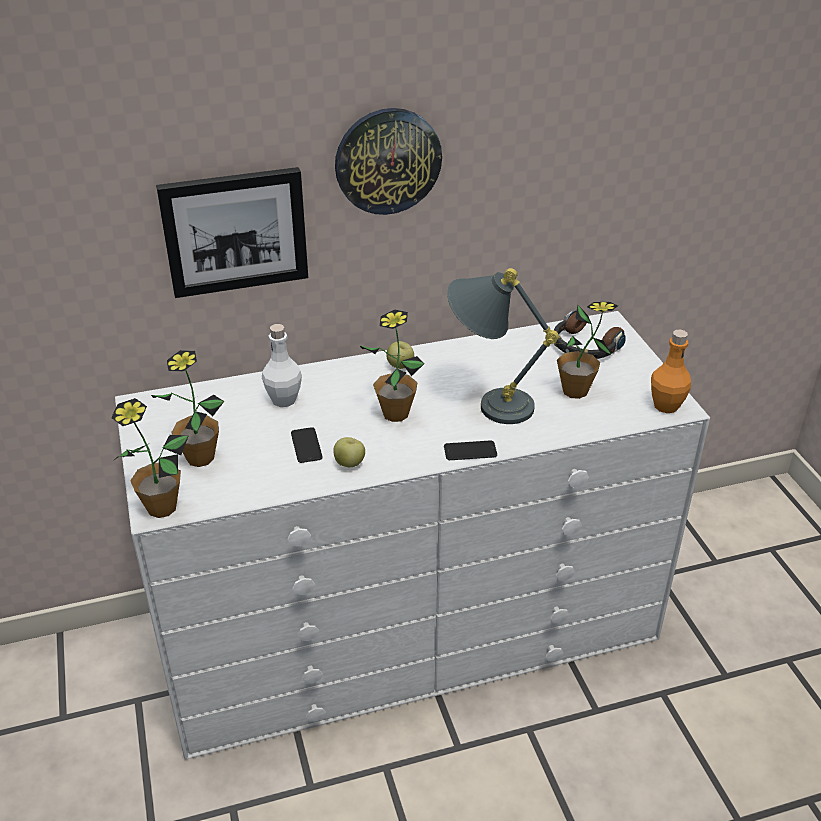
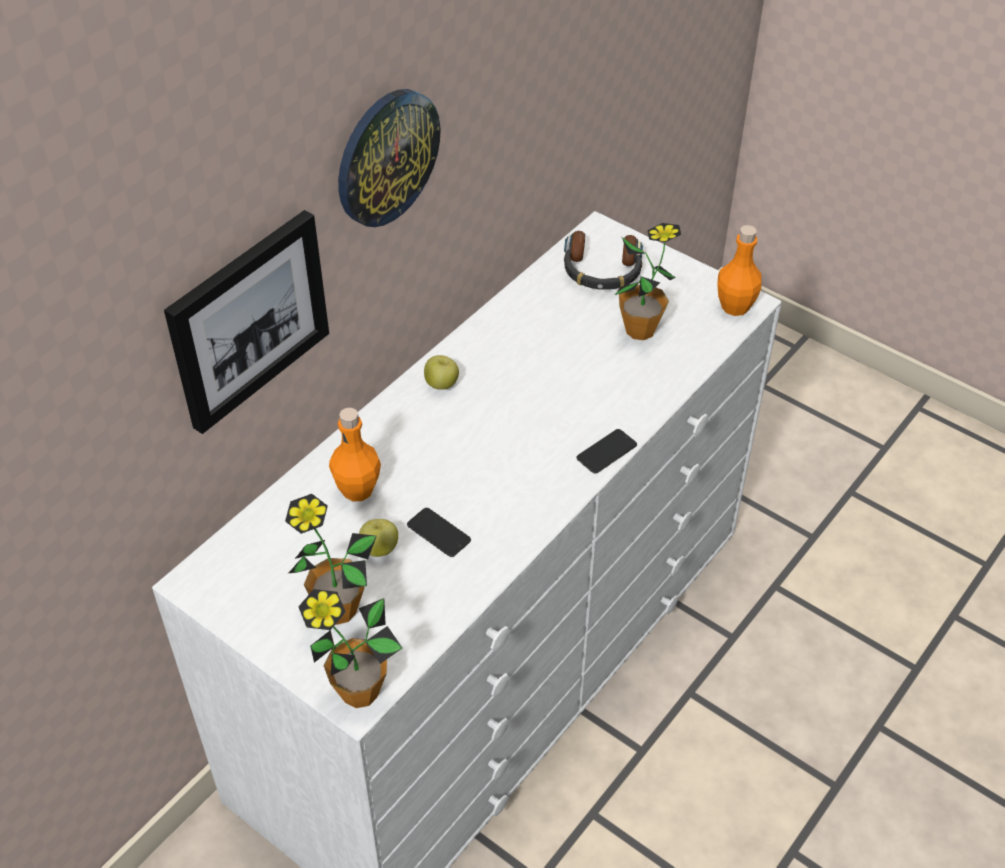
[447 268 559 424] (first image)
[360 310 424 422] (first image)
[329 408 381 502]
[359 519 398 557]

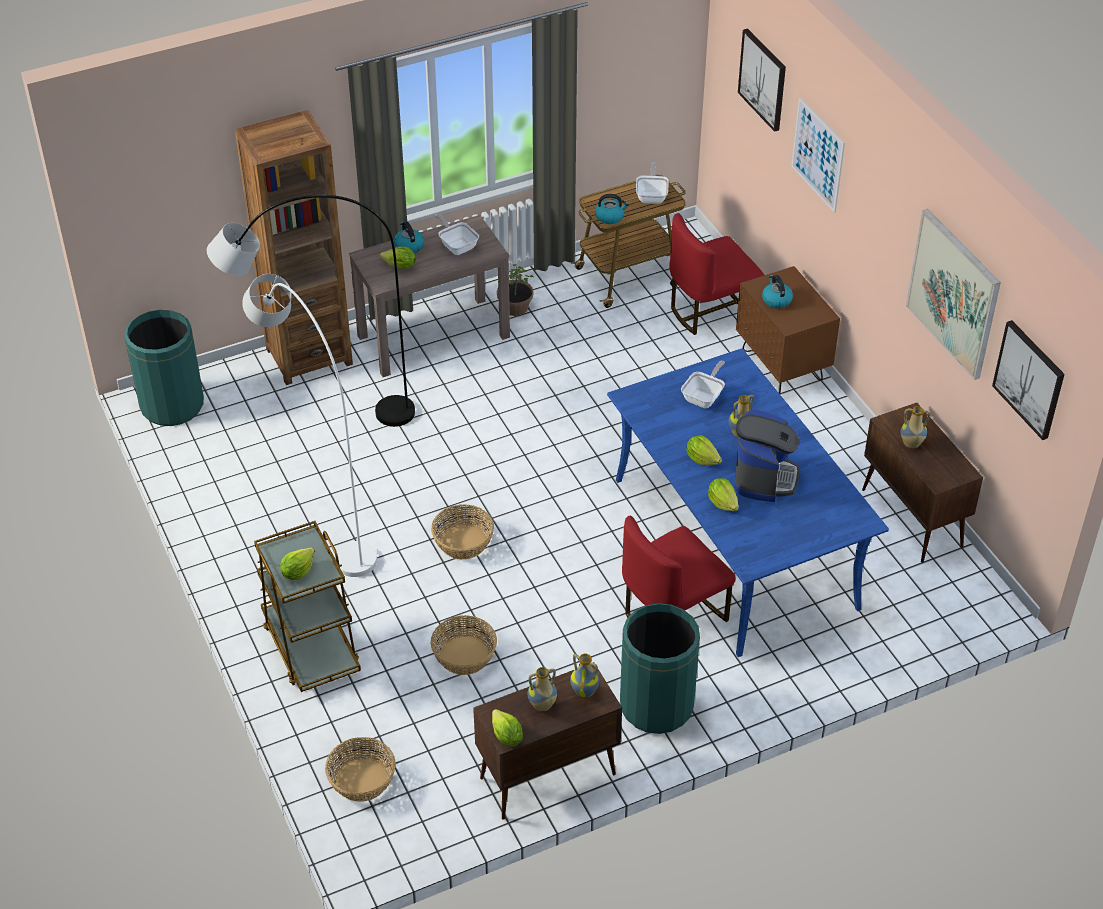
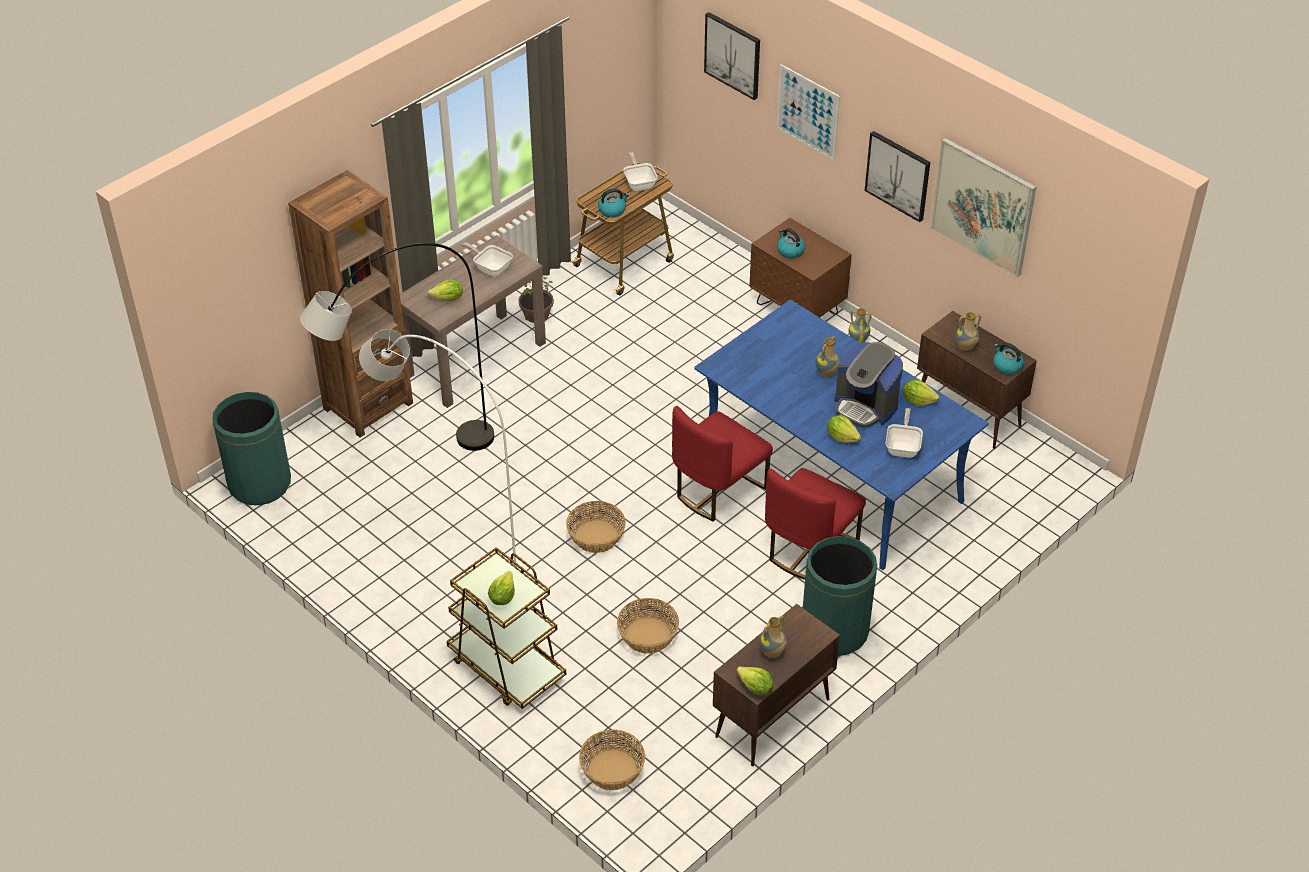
[672 406 773 522]
[994 343 1024 375]
[865 131 930 222]
[886 408 923 458]
[835 342 903 428]
[903 379 940 406]
[849 308 872 342]

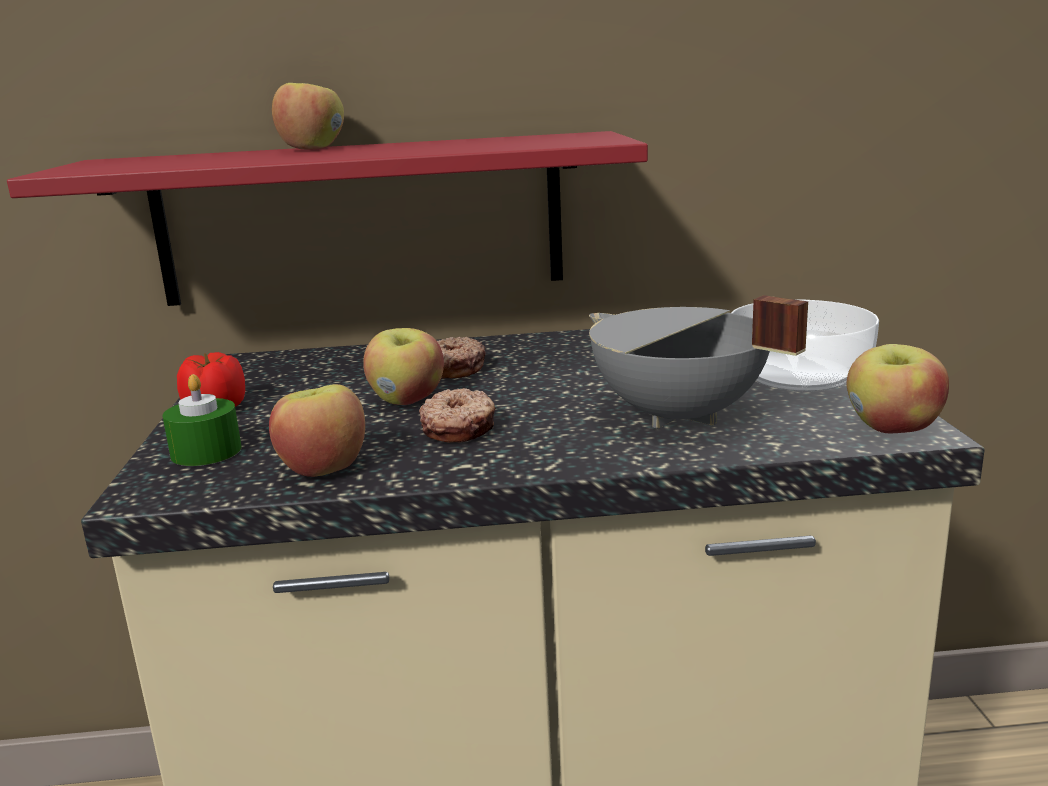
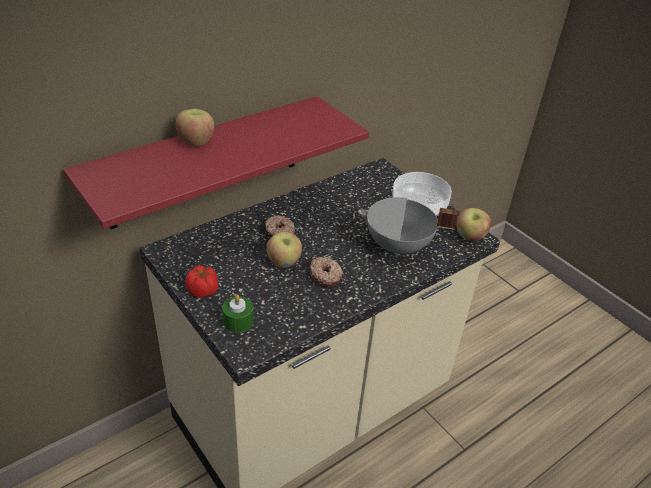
[269 384 365 477] (first image)

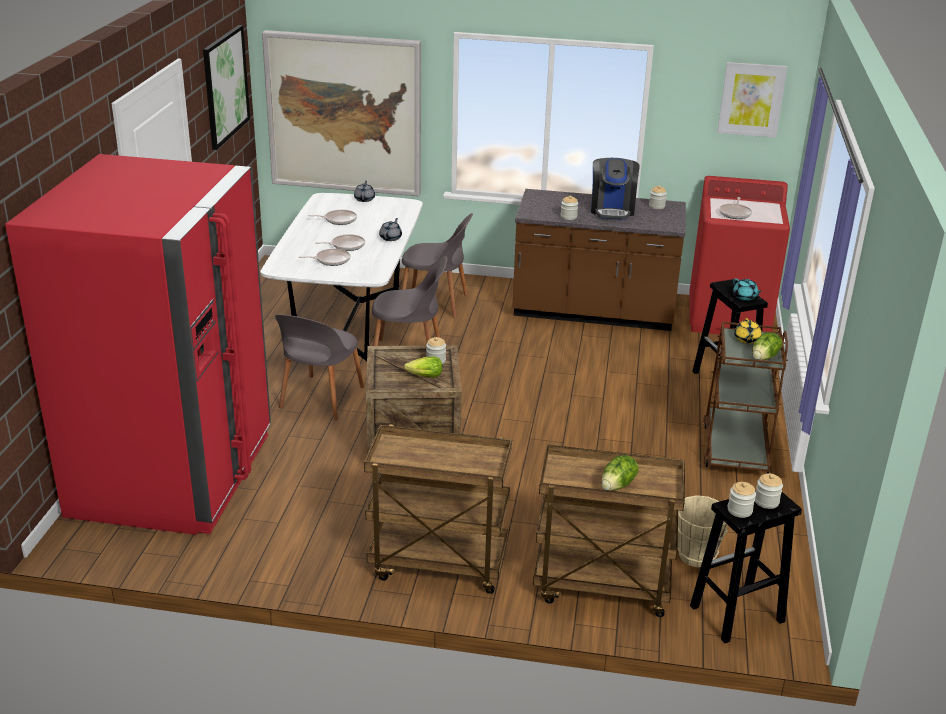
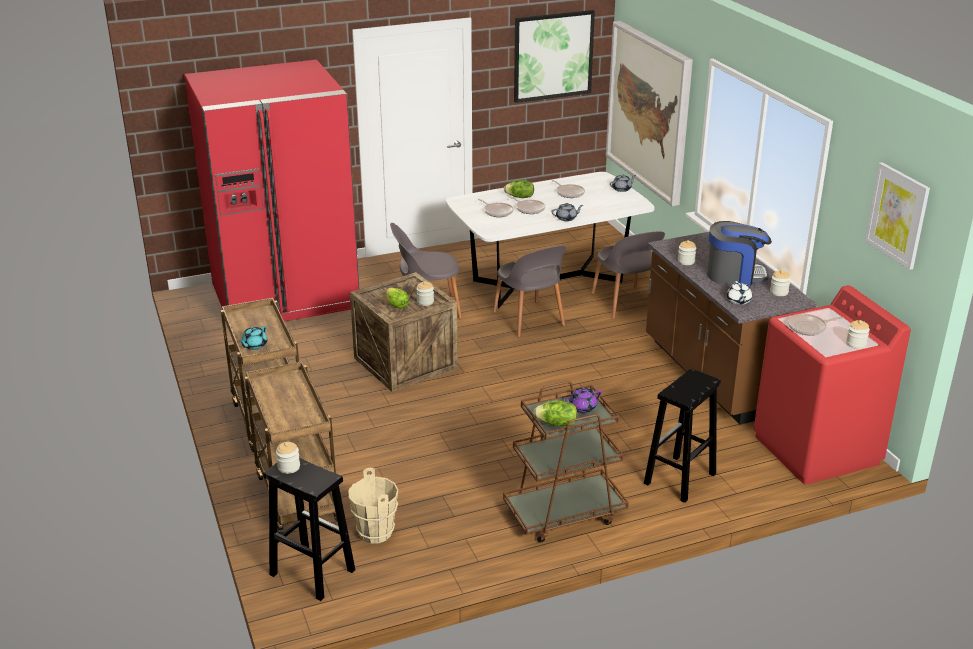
[707 221 772 286]
[239 326 267 350]
[563 388 602 413]
[504 180 534 198]
[846 320 870 349]
[727 281 752 305]

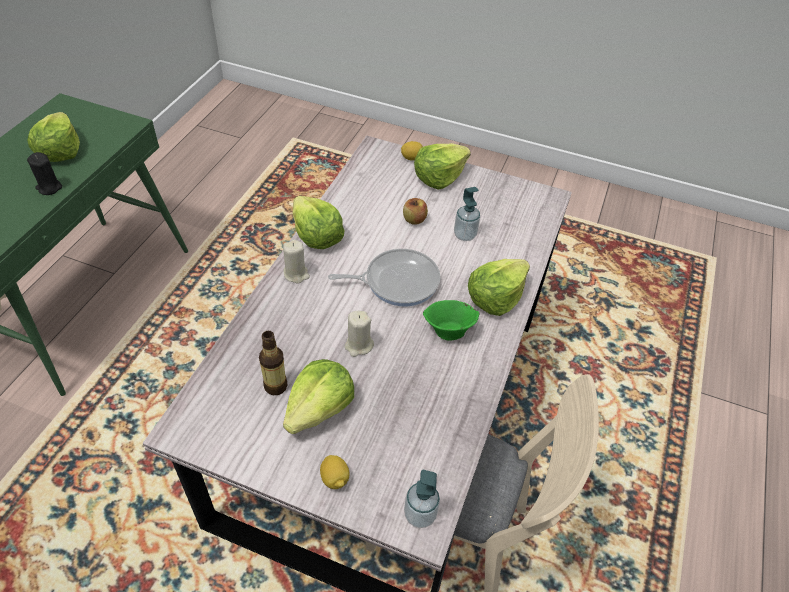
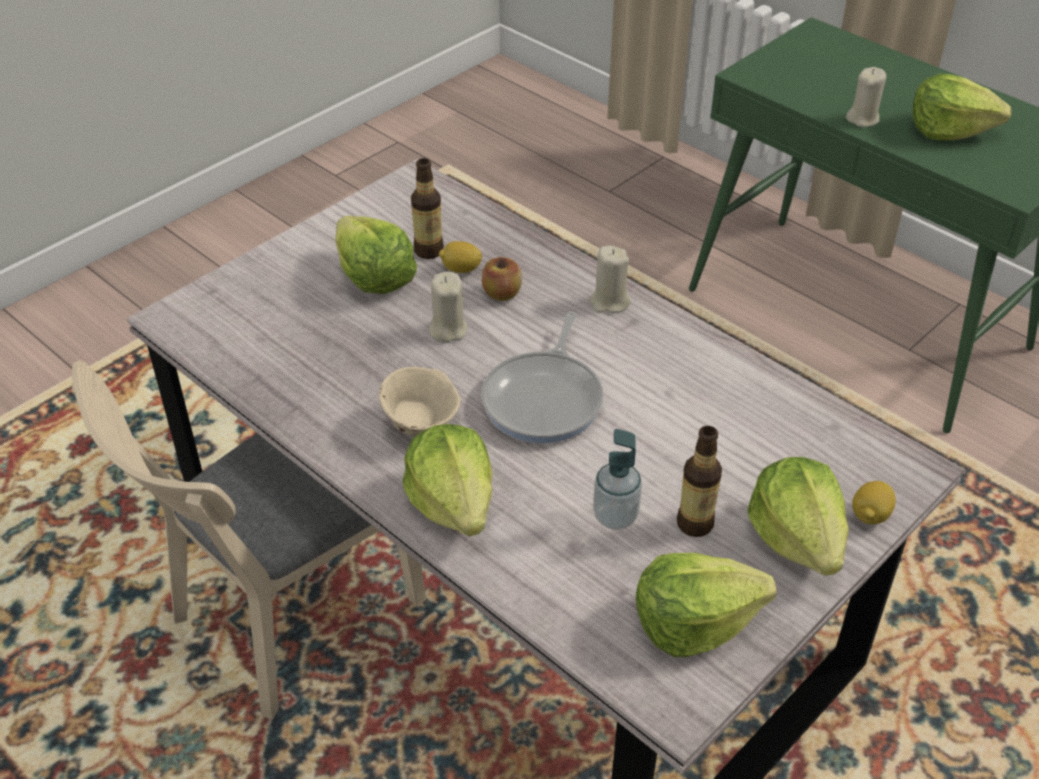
[846 67 886 127]
[636 553 777 657]
[482 257 522 301]
[379 367 460 436]
[439 241 482 273]
[404 470 440 528] (first image)
[677 426 722 537]

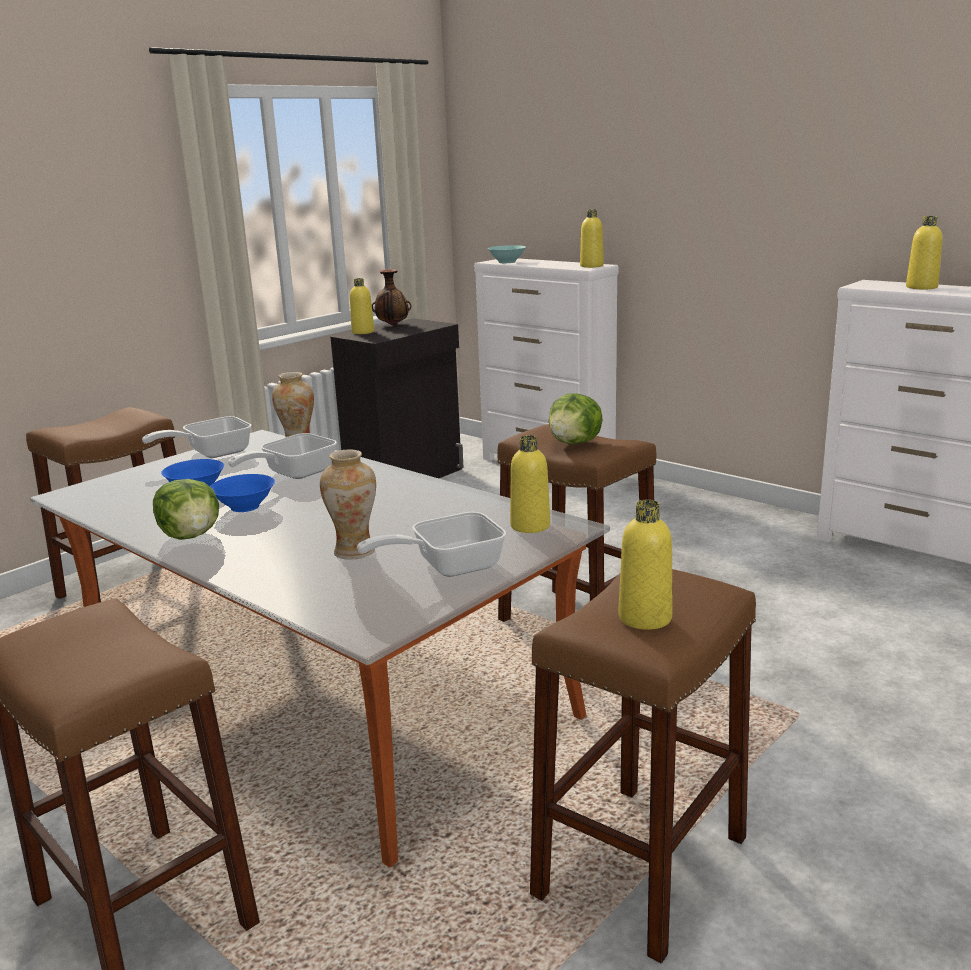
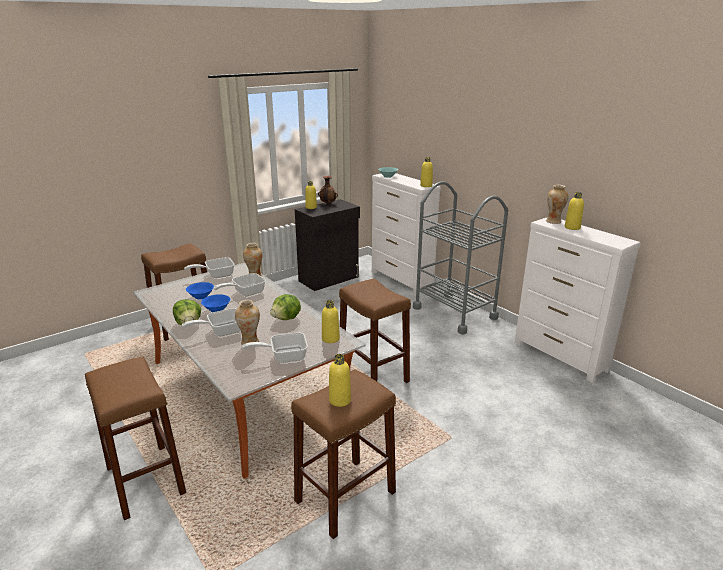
[270 294 301 320]
[413 181 508 335]
[546 185 568 224]
[182 308 241 336]

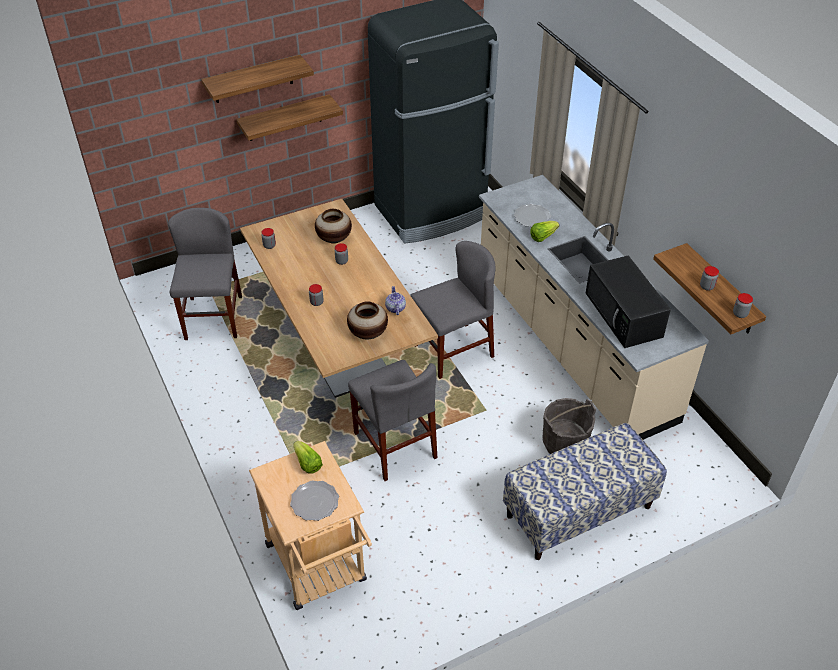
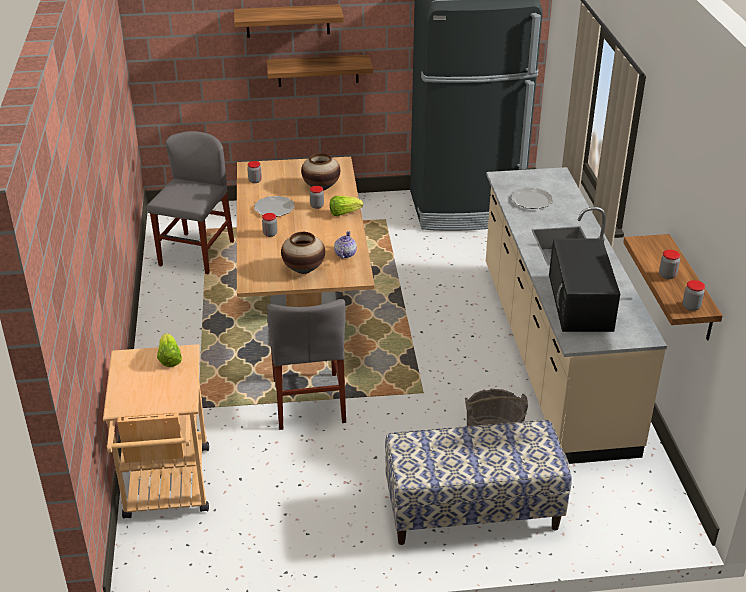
[330 196 363 216]
[410 241 496 379] (first image)
[254 196 295 217]

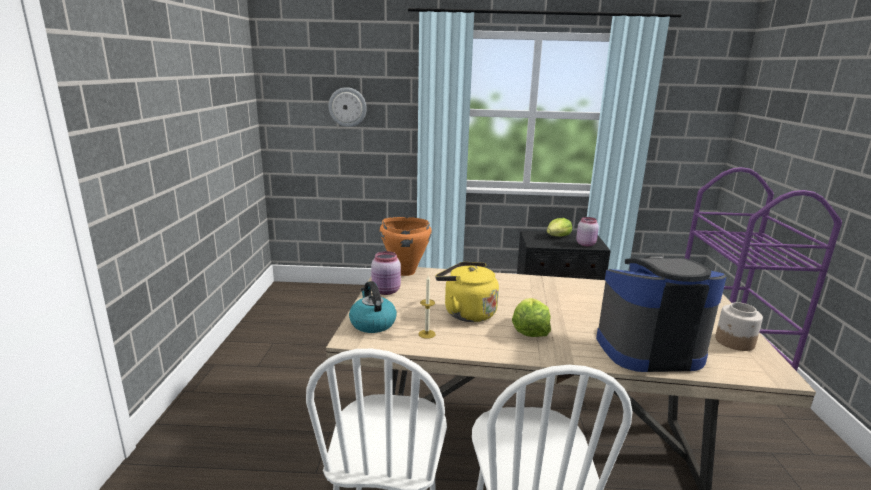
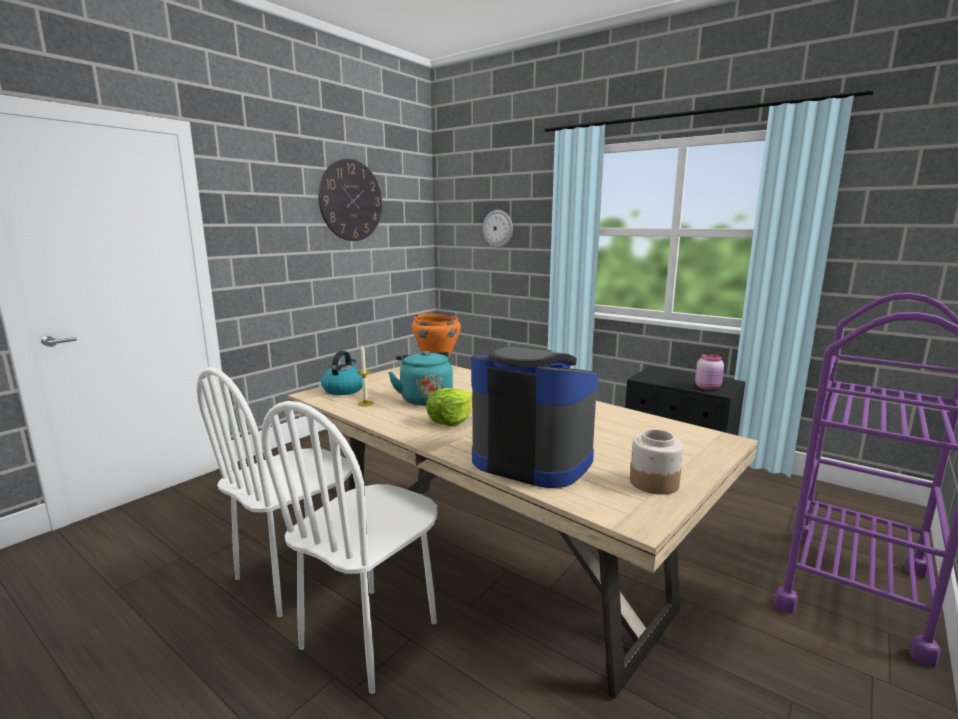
[547 218 572 237] (first image)
[371 251 401 295] (first image)
[388 351 453 406]
[318 159 382 241]

